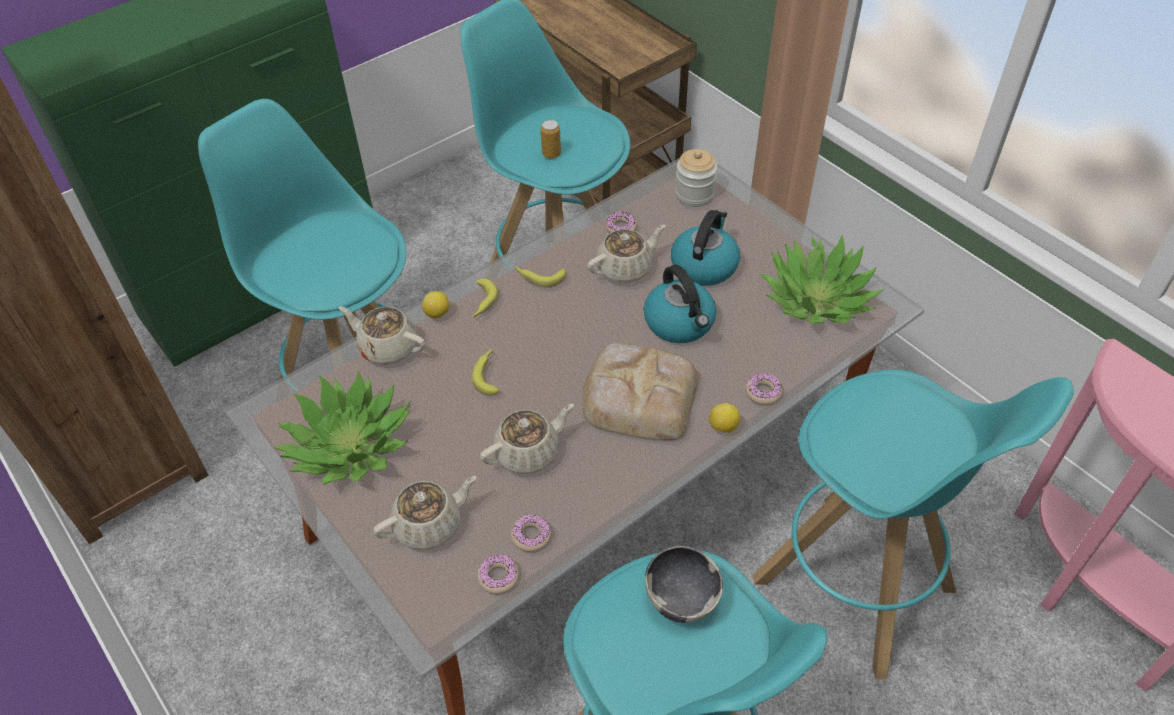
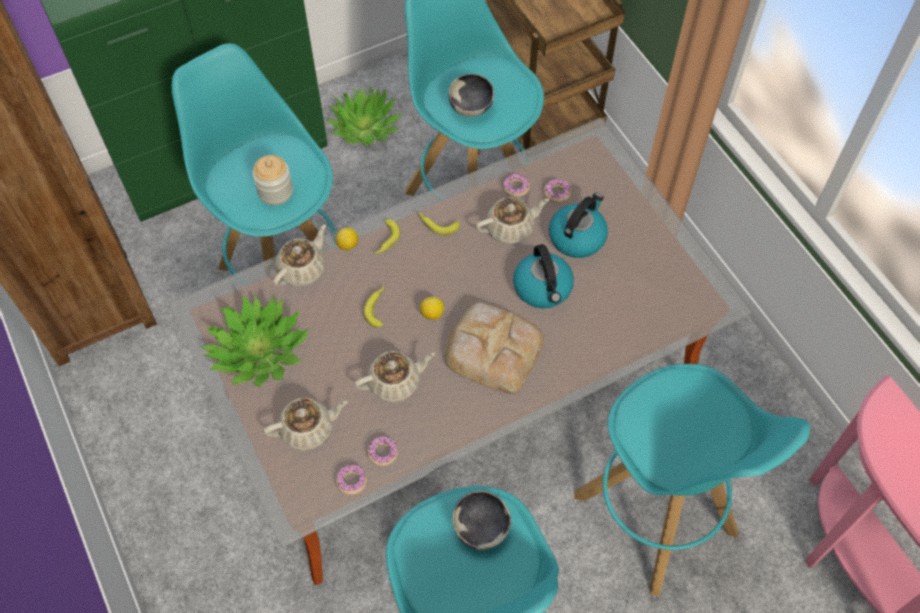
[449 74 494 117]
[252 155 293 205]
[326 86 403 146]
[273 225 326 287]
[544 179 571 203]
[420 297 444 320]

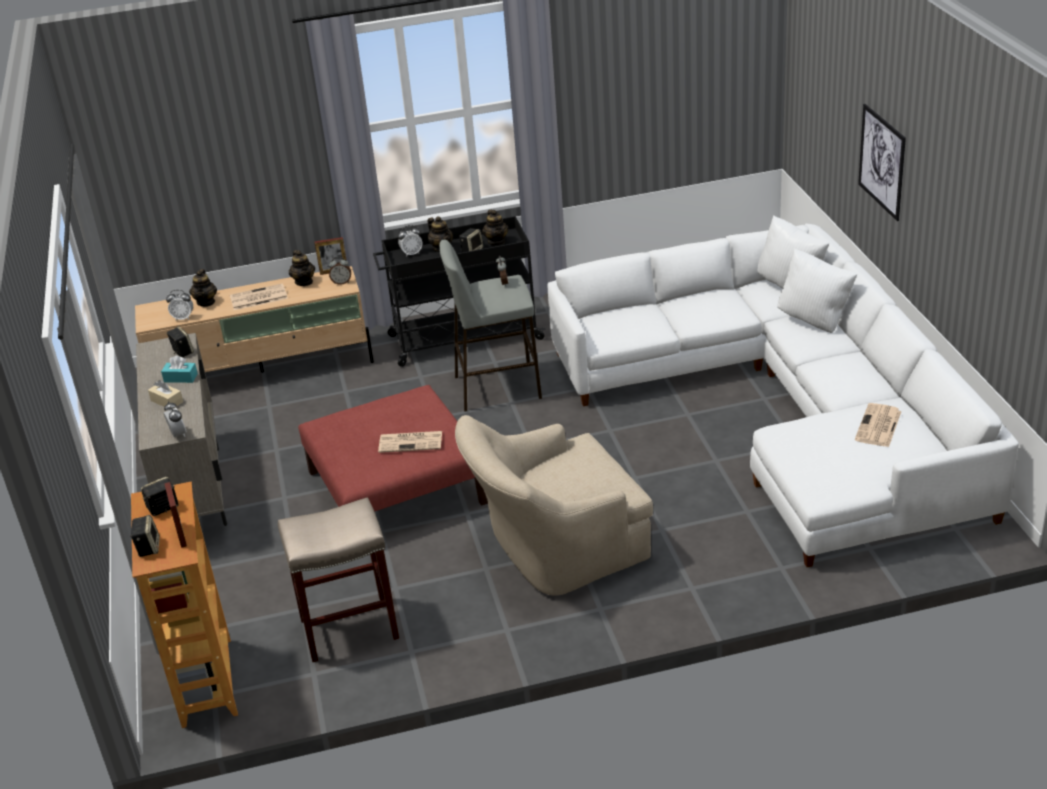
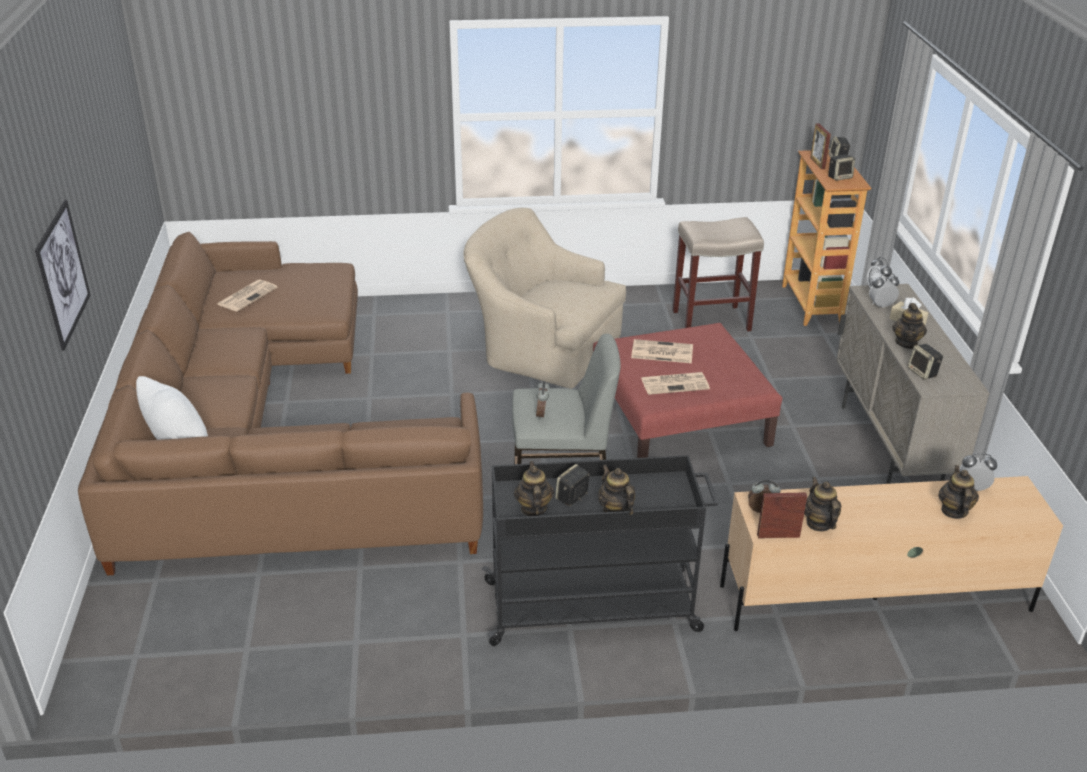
[78 232 483 575]
[869 273 899 308]
[777 248 858 333] (first image)
[641 372 710 395]
[892 303 927 349]
[464 208 626 389]

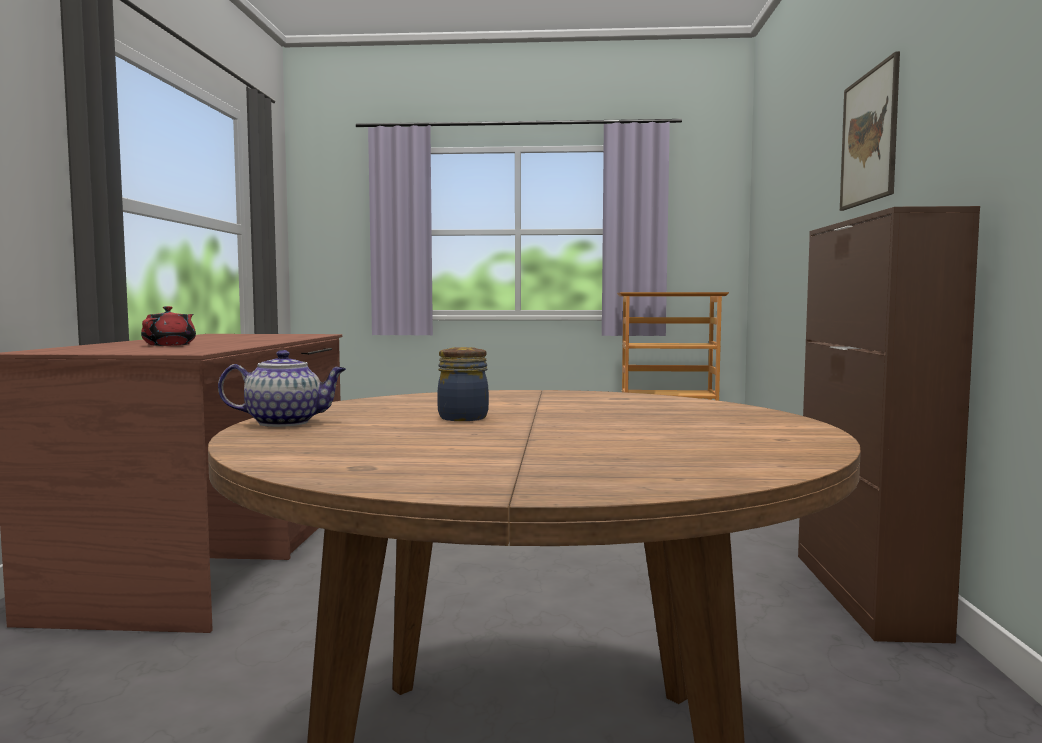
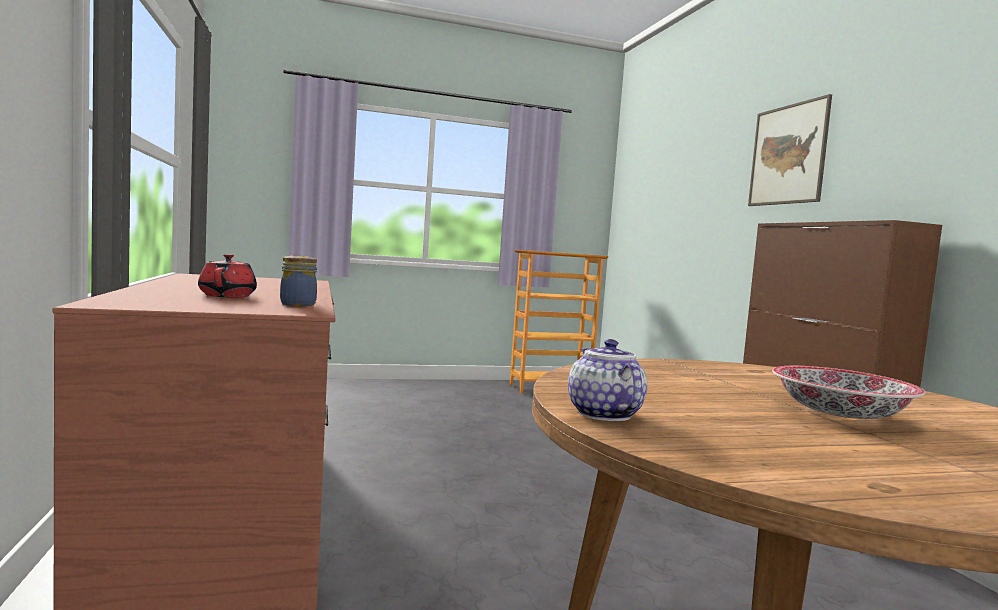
[280 256 317 306]
[568 339 647 421]
[772 366 926 419]

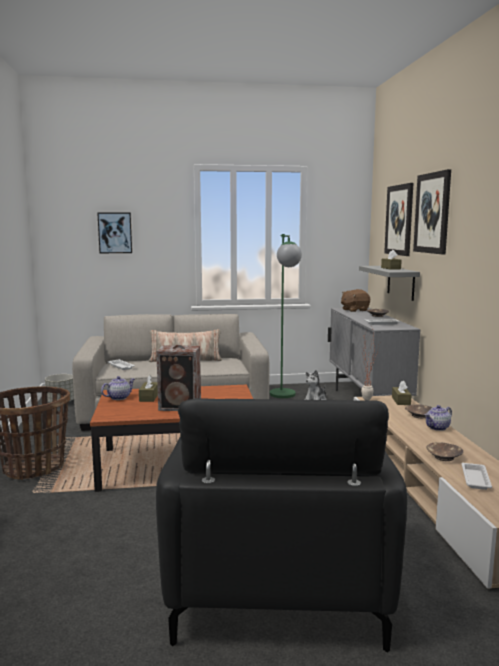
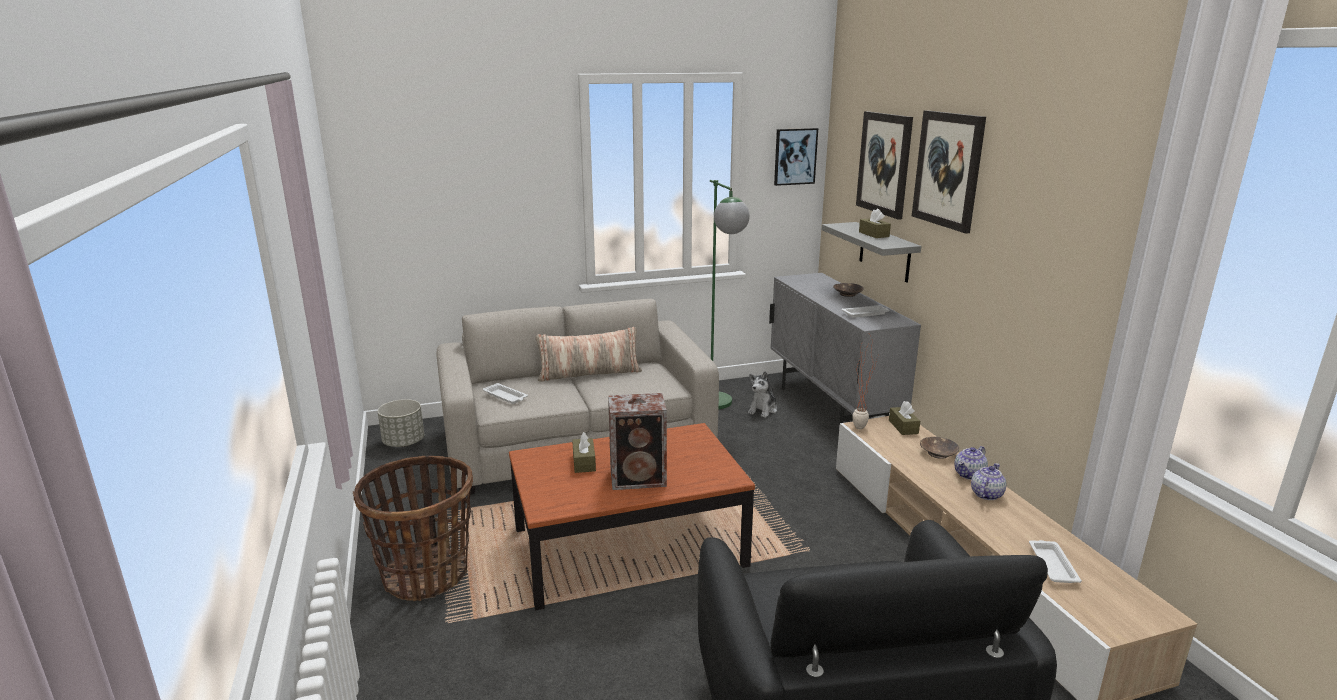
[774 128 818 186]
[341 289 370 312] (first image)
[971 463 1006 500]
[427 443 463 461] (first image)

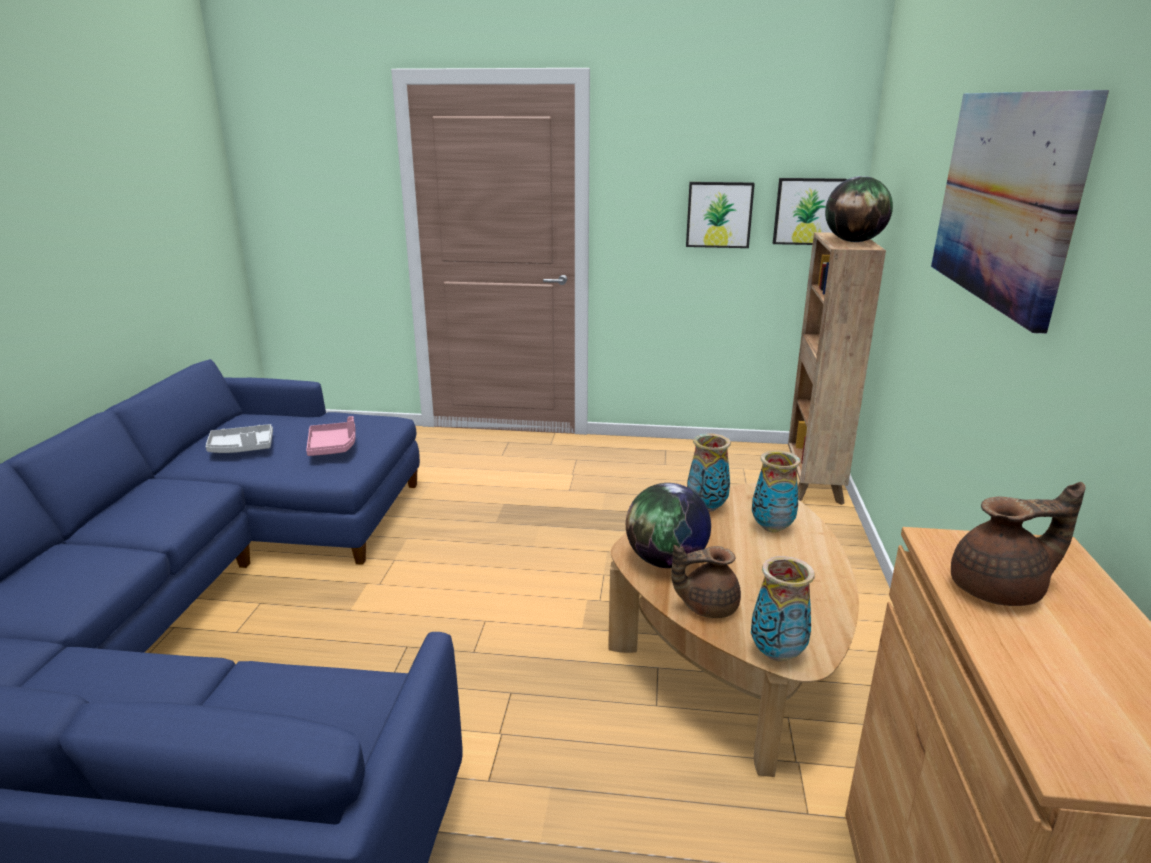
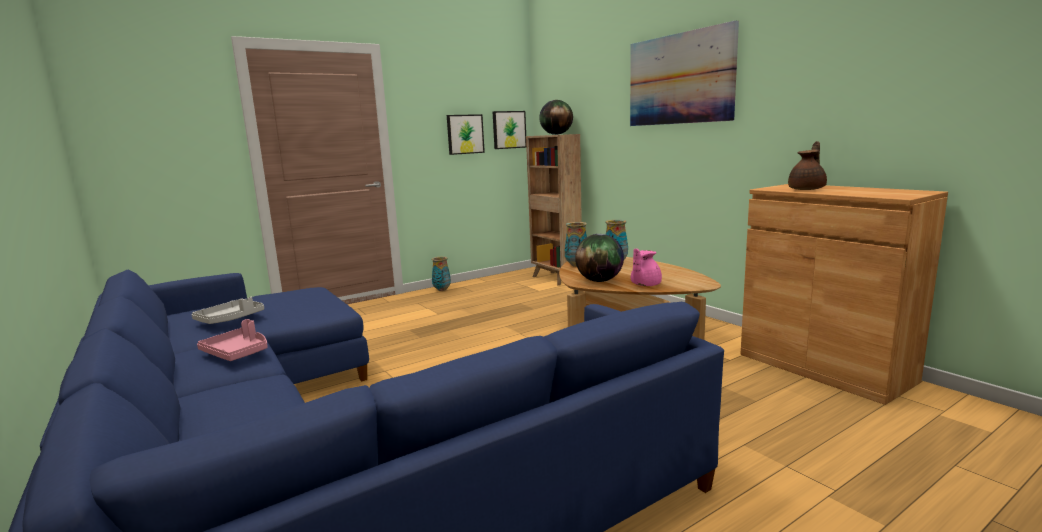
[197 319 268 361]
[631 249 662 286]
[432 257 451 291]

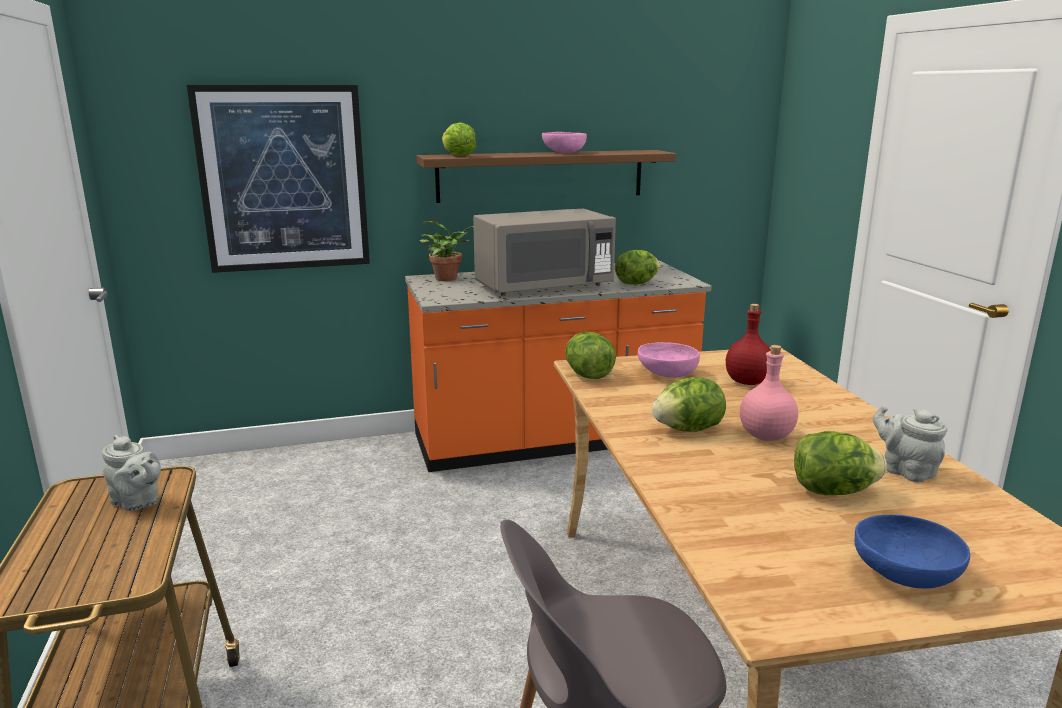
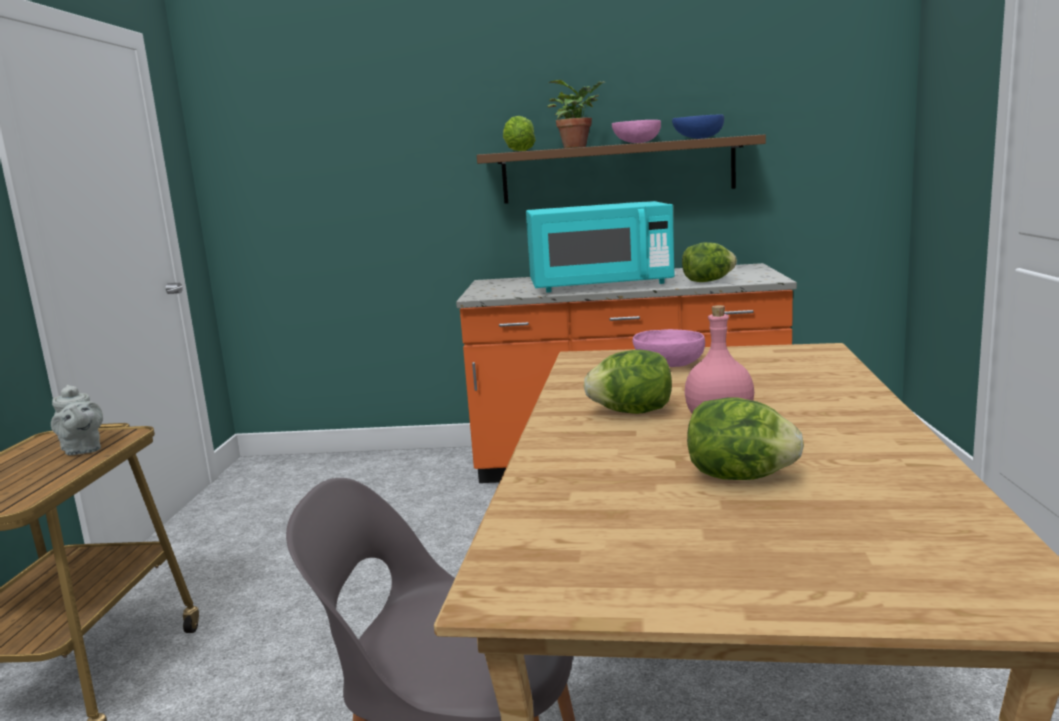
[187 85 370 273] (first image)
[526 201 674 293]
[547 80 605 148]
[726 304 771 385] (first image)
[565 332 616 379] (first image)
[873 405 947 482] (first image)
[672 114 724 139]

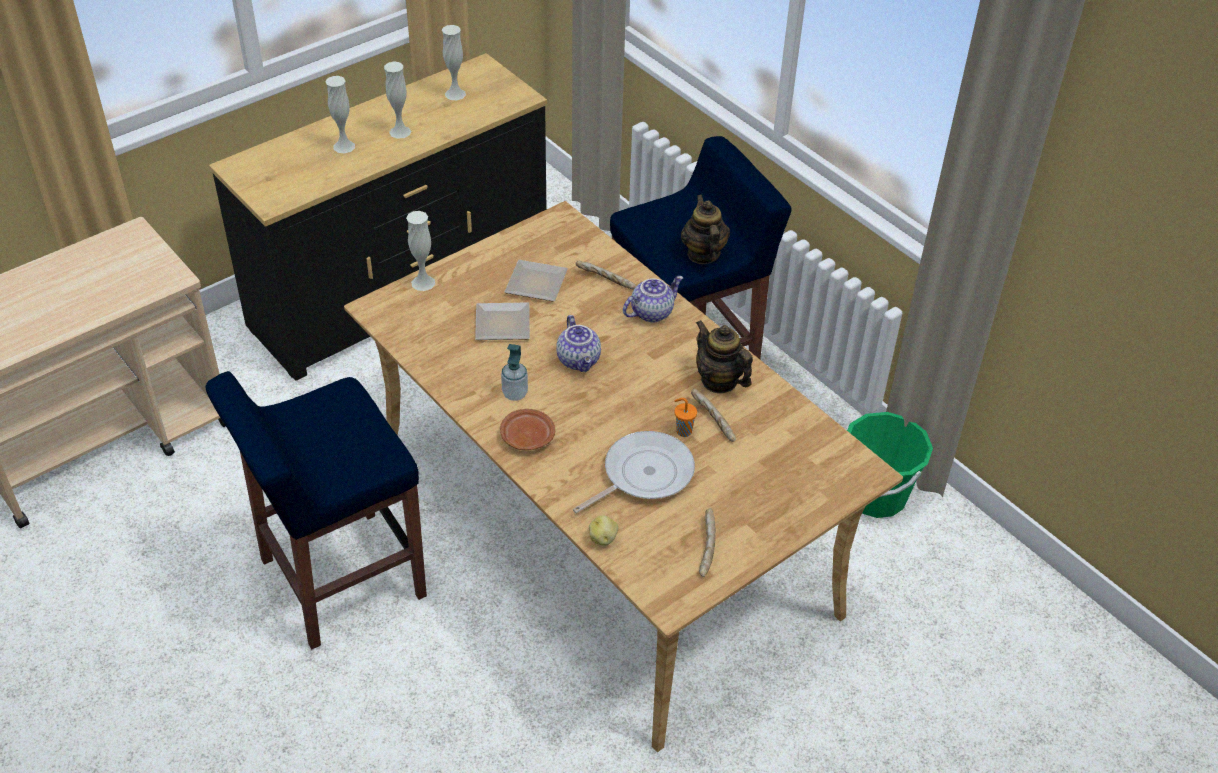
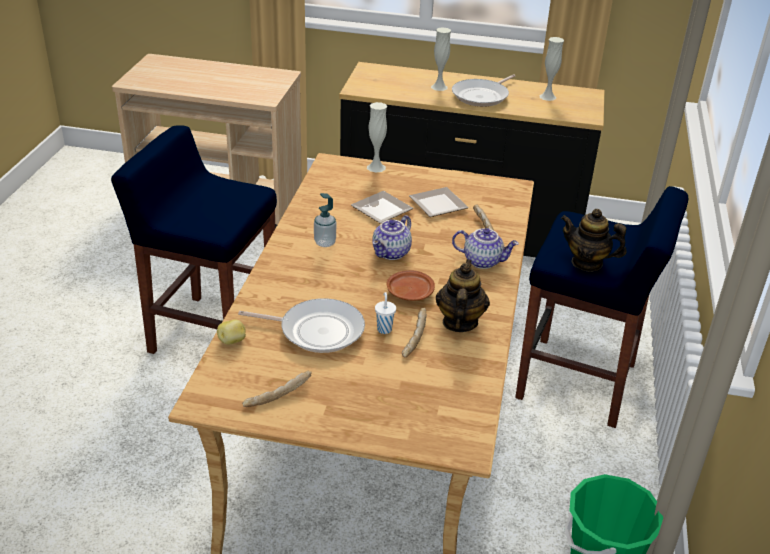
[452 74 515 107]
[561 209 627 272]
[375 292 396 334]
[387 270 435 301]

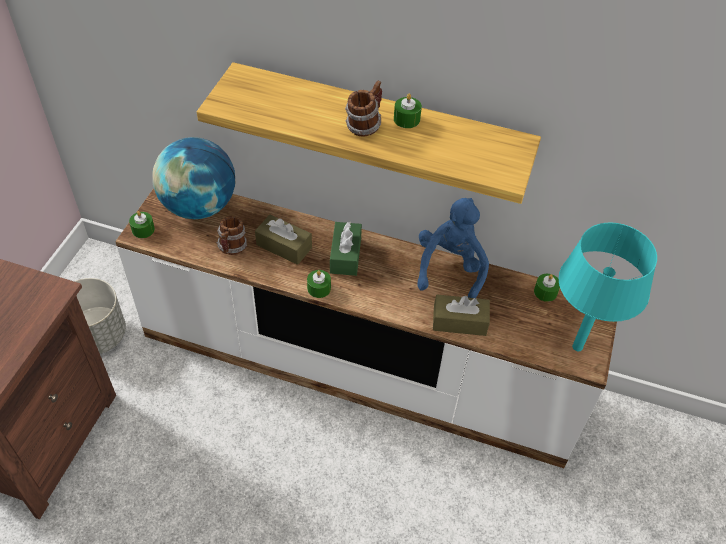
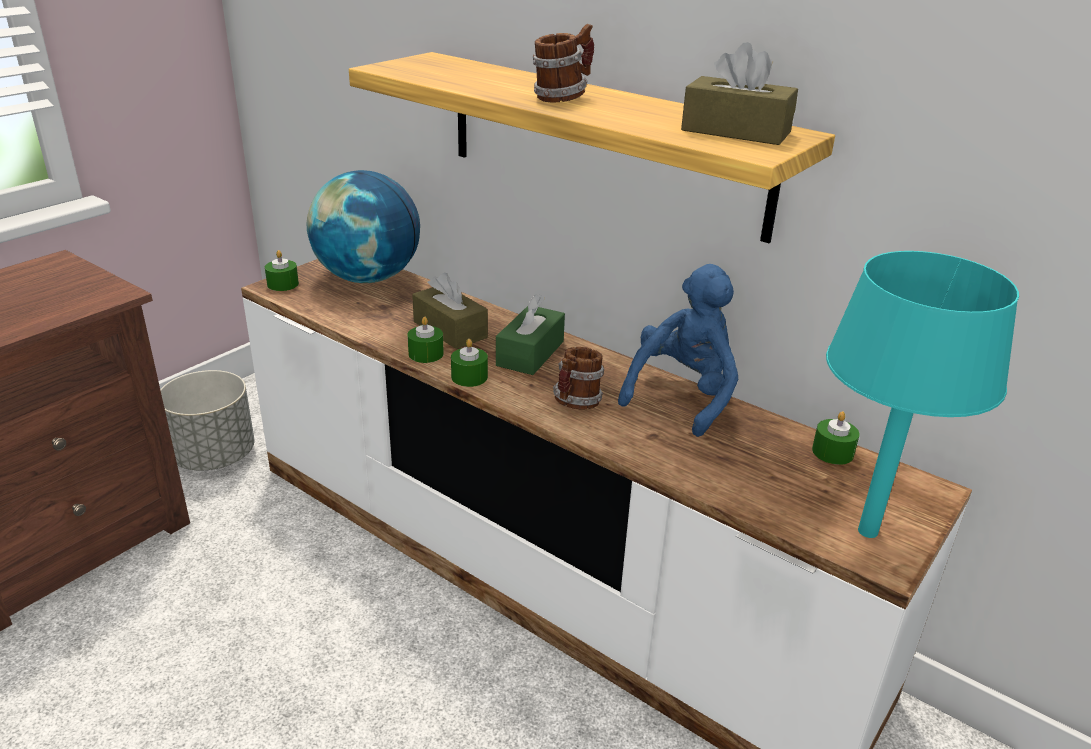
[408 317 444 363]
[553 347 605 409]
[681 42 798 145]

